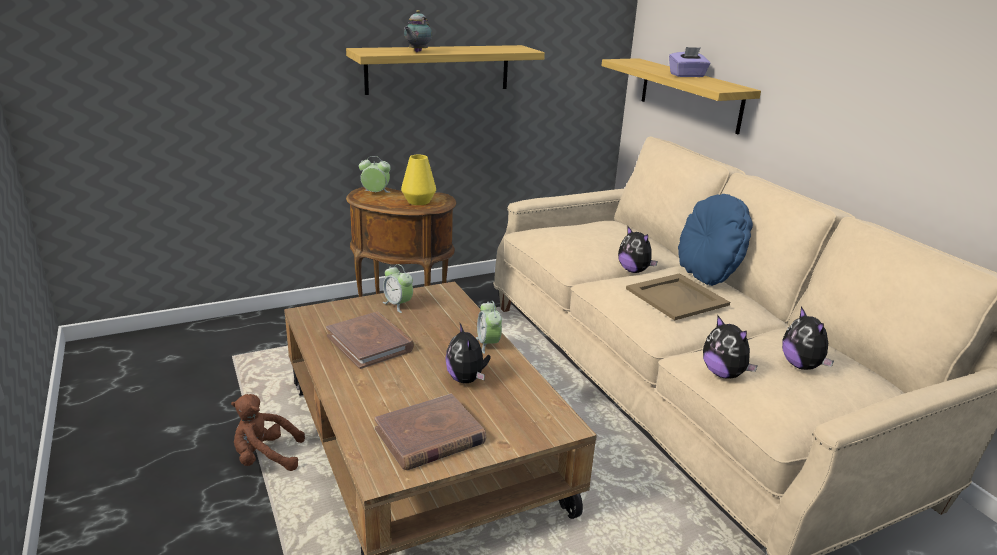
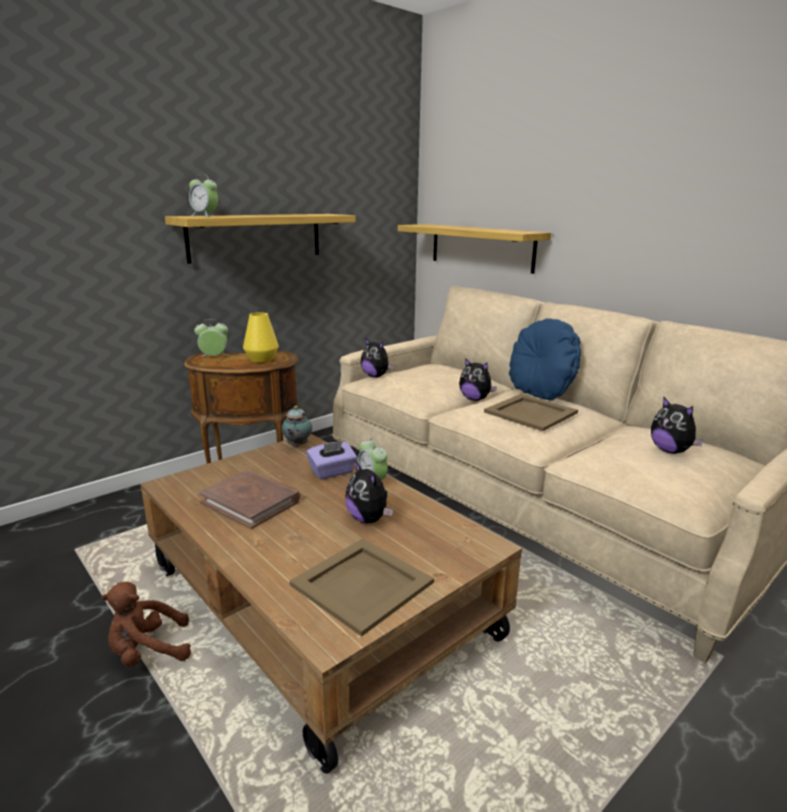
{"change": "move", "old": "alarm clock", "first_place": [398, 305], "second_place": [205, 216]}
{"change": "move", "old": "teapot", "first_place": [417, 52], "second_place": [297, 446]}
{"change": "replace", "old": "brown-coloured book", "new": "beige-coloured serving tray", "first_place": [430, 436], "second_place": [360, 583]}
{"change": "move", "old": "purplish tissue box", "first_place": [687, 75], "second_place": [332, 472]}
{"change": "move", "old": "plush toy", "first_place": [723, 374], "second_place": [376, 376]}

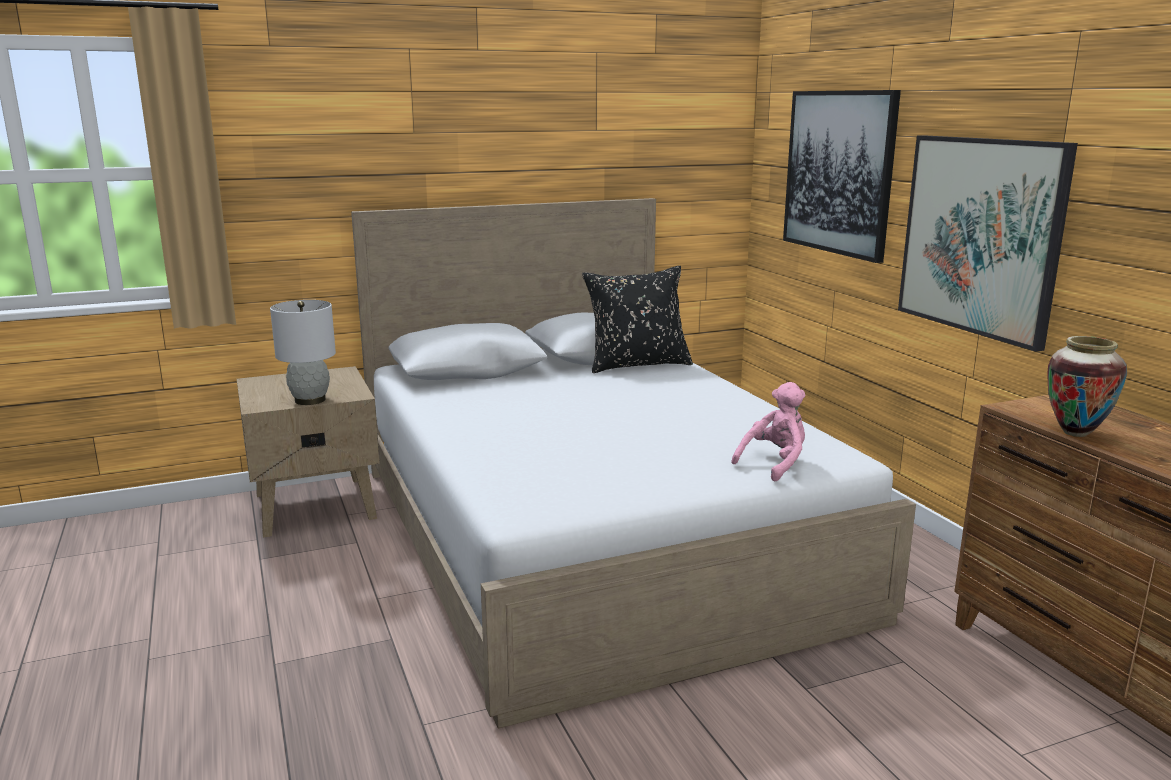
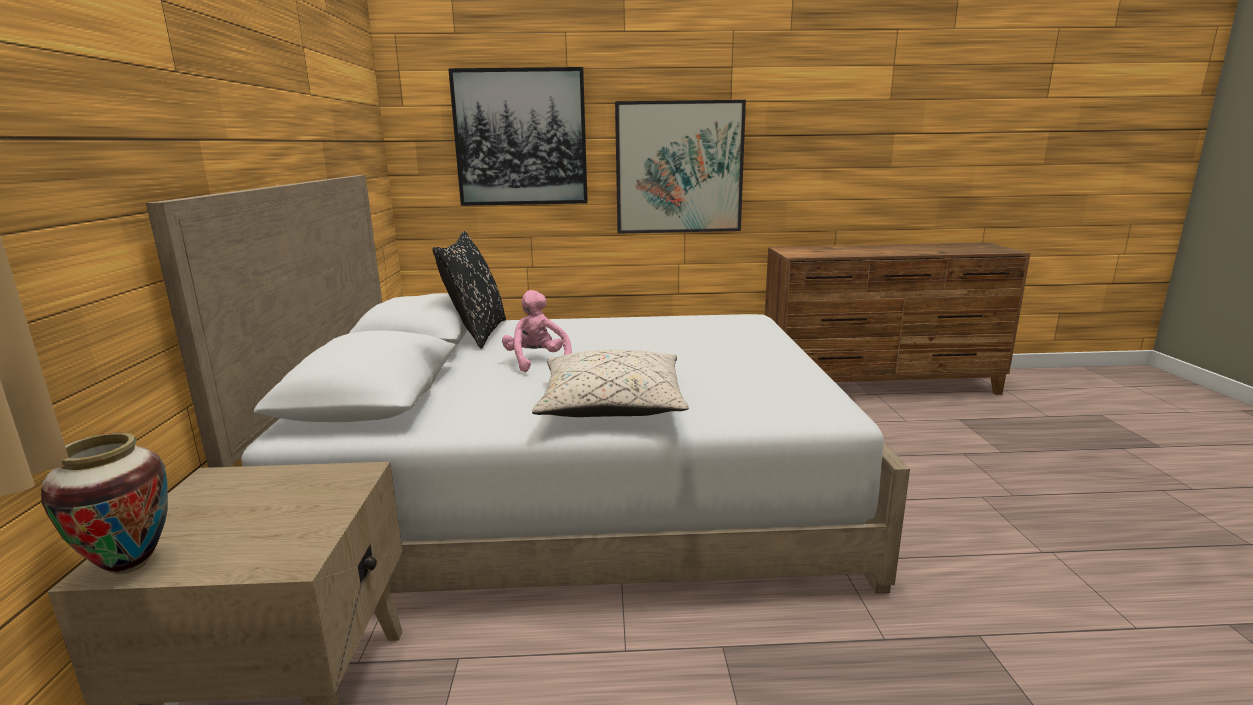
{"change": "move", "old": "flower vase", "first_place": [1075, 433], "second_place": [130, 565]}
{"change": "move", "old": "pink-coloured plush toy", "first_place": [774, 464], "second_place": [537, 362]}
{"change": "insert", "new": "beige-coloured pillow", "second_place": [611, 405]}
{"change": "delete", "old": "whitish table lamp", "first_place": [310, 400]}

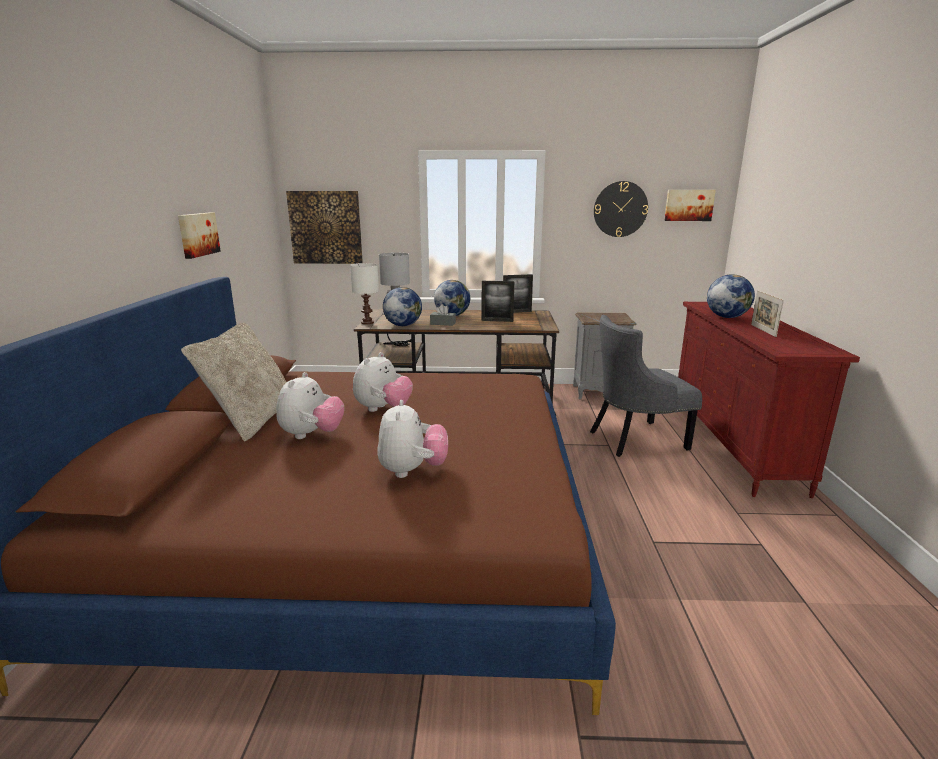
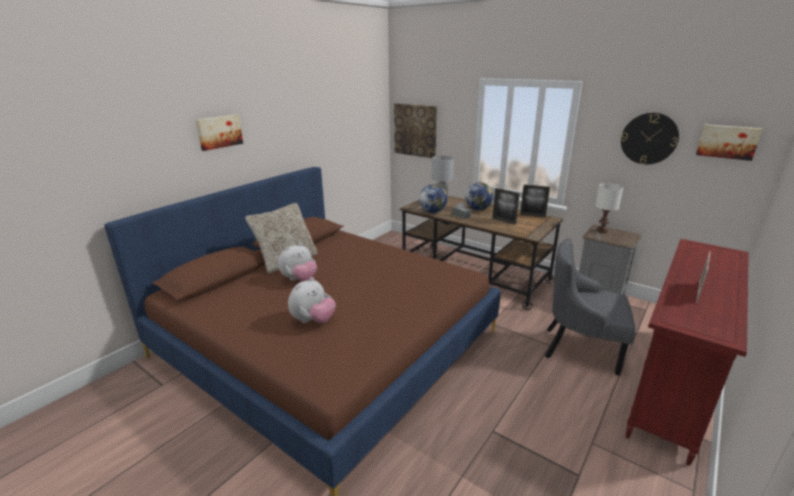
{"change": "move", "old": "wall picture", "first_place": [197, 234], "second_place": [219, 132]}
{"change": "move", "old": "whitish table lamp", "first_place": [367, 322], "second_place": [602, 230]}
{"change": "delete", "old": "plush toy", "first_place": [383, 409]}
{"change": "delete", "old": "desk globe", "first_place": [726, 317]}

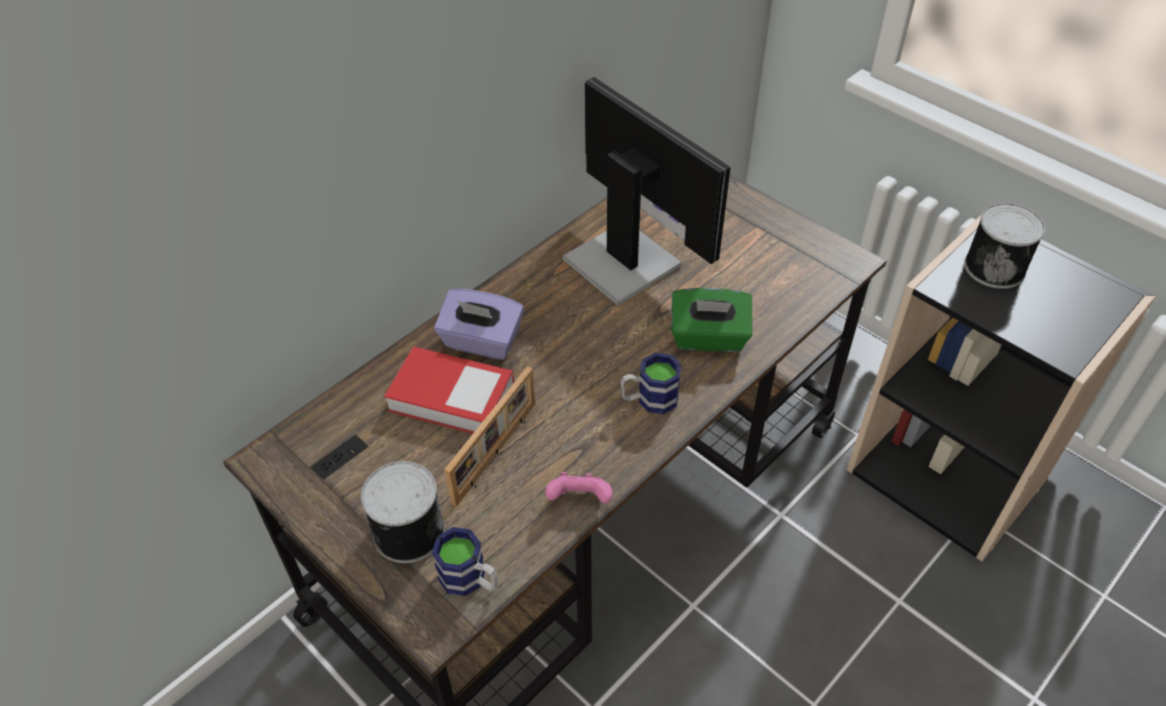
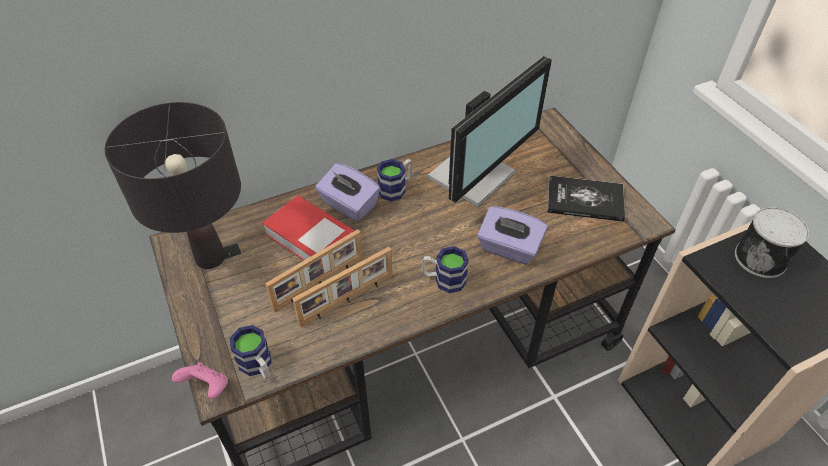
{"change": "insert", "new": "black table lamp", "second_place": [210, 257]}
{"change": "move", "old": "pink-coloured gamepad", "first_place": [579, 500], "second_place": [207, 387]}
{"change": "insert", "new": "photo frame", "second_place": [347, 300]}
{"change": "insert", "new": "mug", "second_place": [396, 188]}
{"change": "rotate", "old": "computer screen", "first_place": [624, 260], "second_place": [475, 176], "degrees": 60}
{"change": "recolor", "old": "greenish tissue box", "new": "purplish tissue box", "first_place": [708, 338], "second_place": [509, 248]}
{"change": "insert", "new": "book", "second_place": [585, 200]}
{"change": "delete", "old": "sealed can", "first_place": [407, 531]}

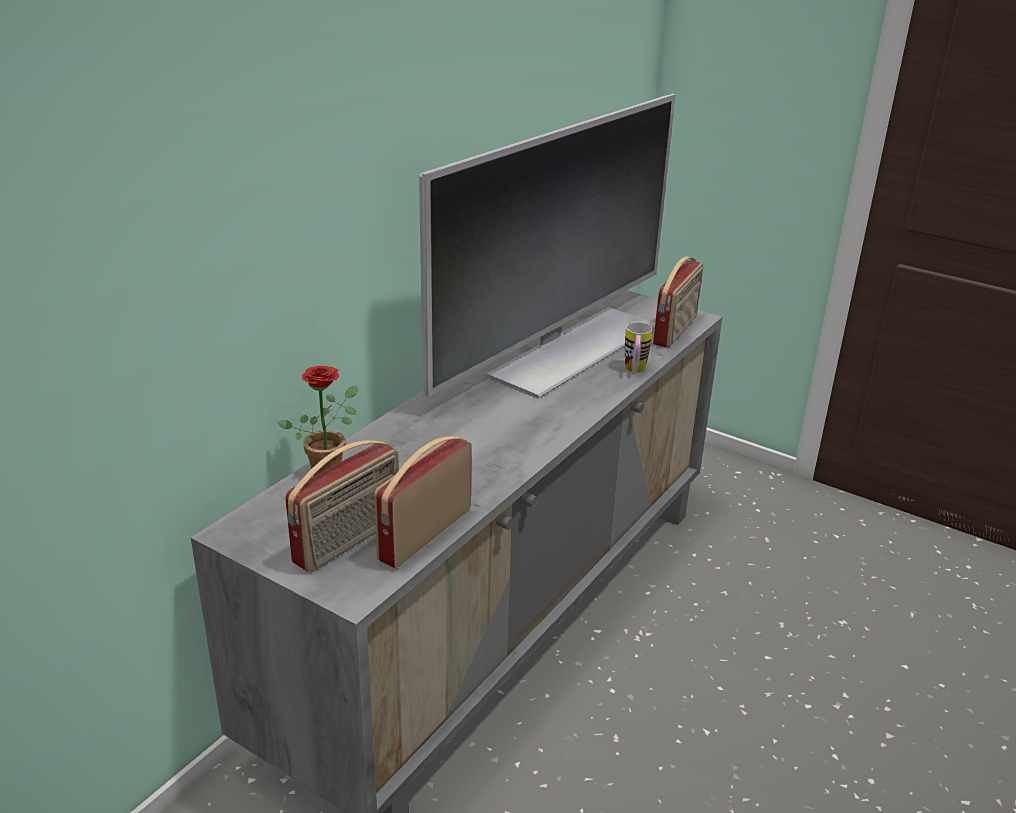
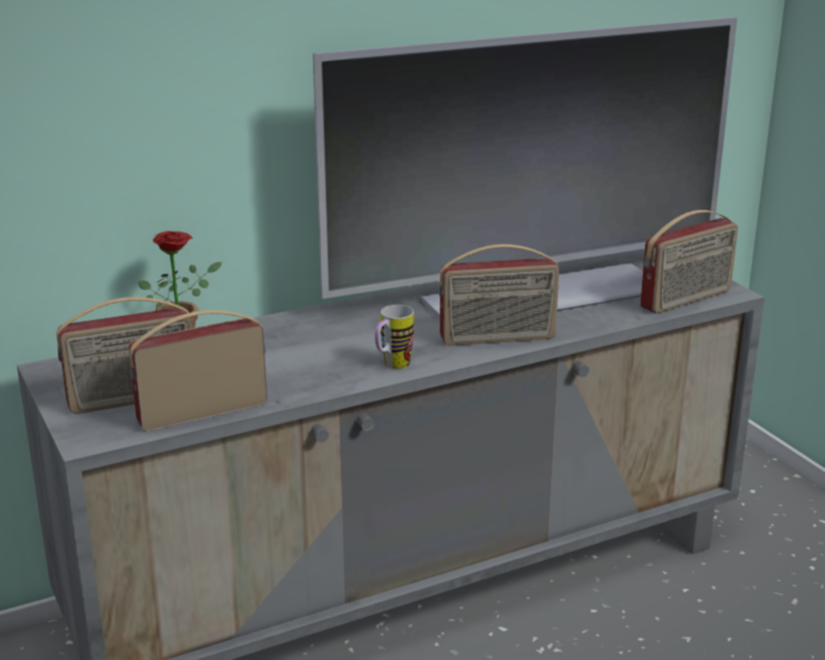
{"change": "move", "old": "mug", "first_place": [634, 371], "second_place": [392, 366]}
{"change": "insert", "new": "radio", "second_place": [498, 338]}

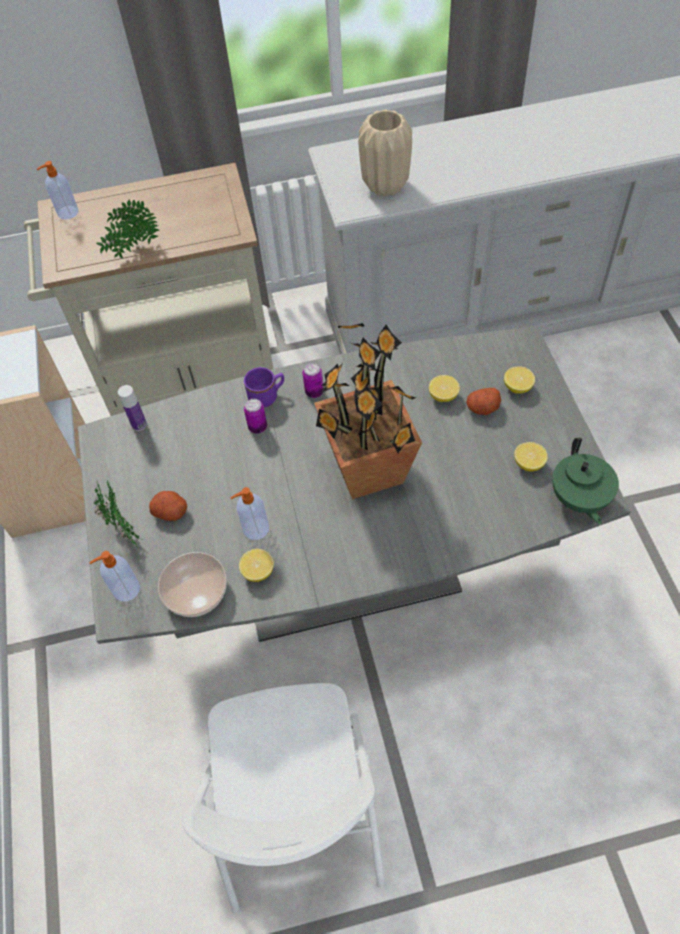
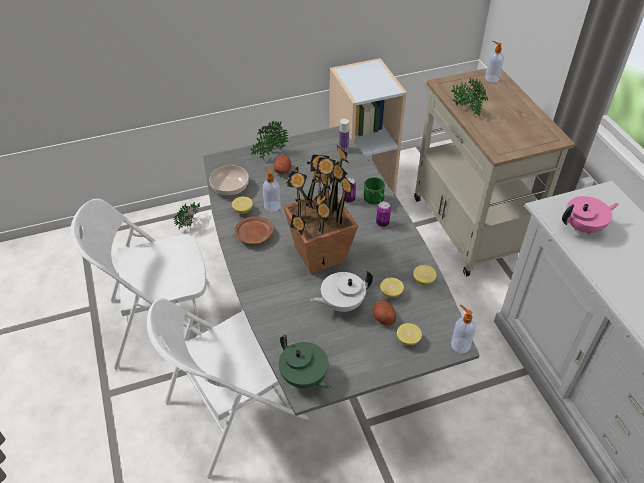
{"change": "insert", "new": "whitish chair", "second_place": [235, 410]}
{"change": "insert", "new": "houseplant", "second_place": [191, 223]}
{"change": "insert", "new": "brown-coloured plate", "second_place": [254, 235]}
{"change": "rotate", "old": "greenish teapot", "first_place": [578, 499], "second_place": [304, 377], "degrees": -120}
{"change": "insert", "new": "whitish teapot", "second_place": [341, 303]}
{"change": "recolor", "old": "purplish mug", "new": "greenish mug", "first_place": [267, 396], "second_place": [375, 201]}
{"change": "move", "old": "citrus fruit", "first_place": [528, 463], "second_place": [423, 280]}
{"change": "move", "old": "soap bottle", "first_place": [125, 589], "second_place": [459, 344]}
{"change": "replace", "old": "beige-coloured flower vase", "new": "pink-coloured teapot", "first_place": [385, 186], "second_place": [583, 227]}

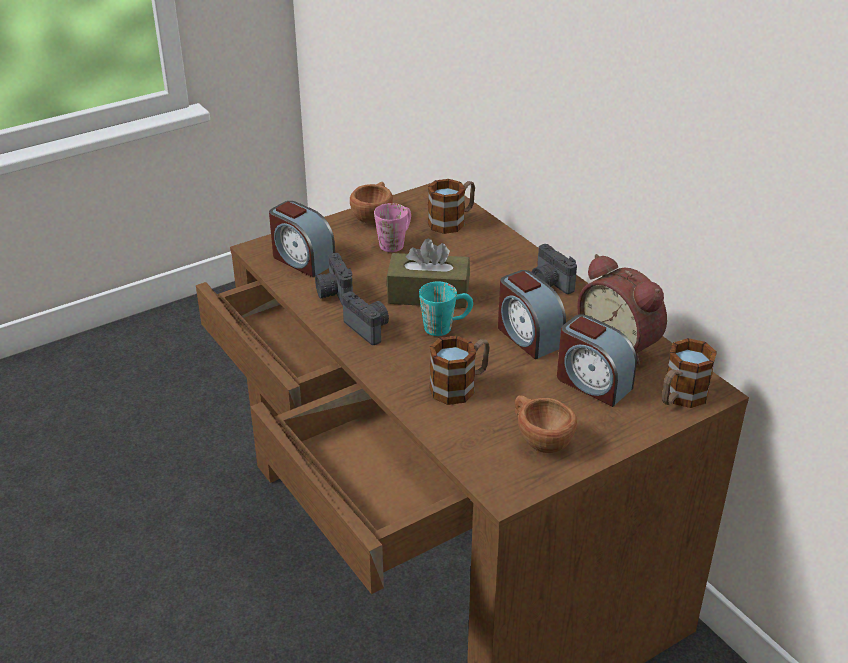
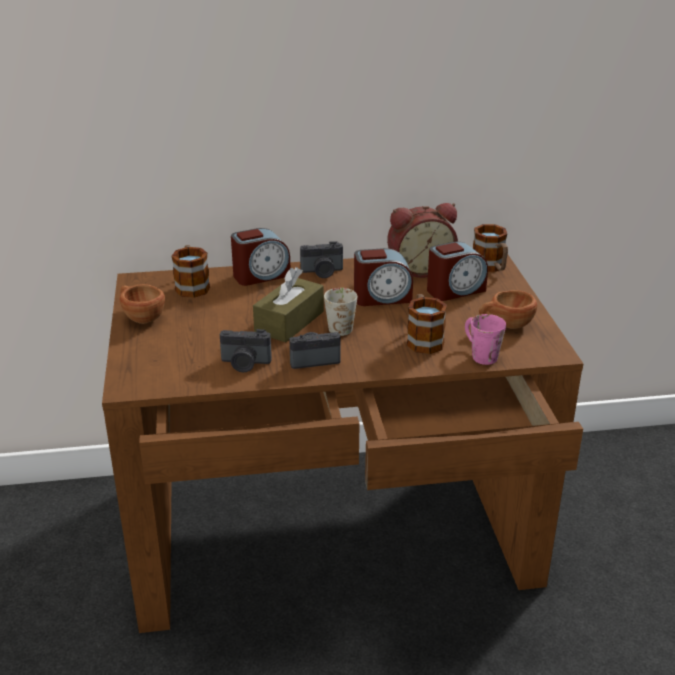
{"change": "move", "old": "alarm clock", "first_place": [302, 260], "second_place": [261, 275]}
{"change": "recolor", "old": "turquoise-coloured mug", "new": "whitish mug", "first_place": [446, 326], "second_place": [341, 325]}
{"change": "move", "old": "pink-coloured mug", "first_place": [396, 242], "second_place": [479, 354]}

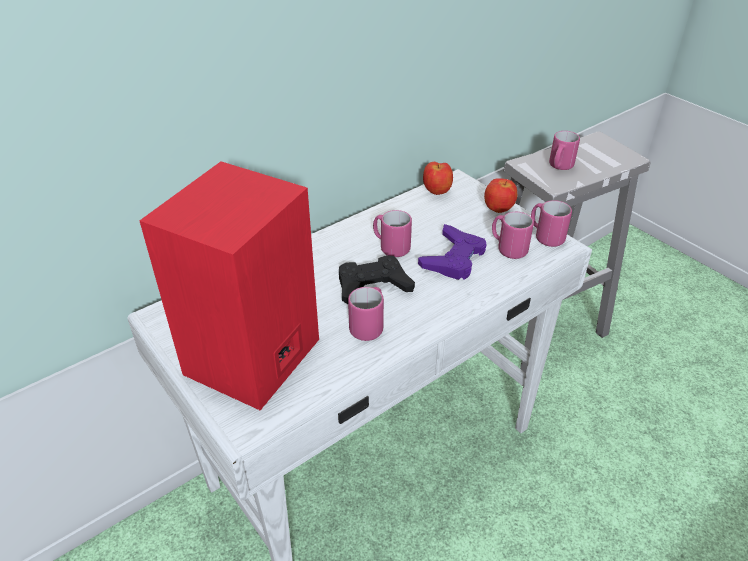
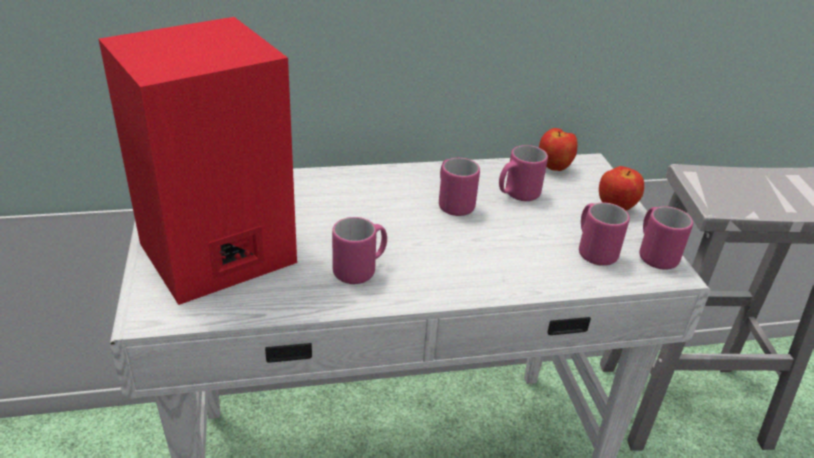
{"change": "move", "old": "pink-coloured mug", "first_place": [559, 167], "second_place": [517, 195]}
{"change": "delete", "old": "black gamepad", "first_place": [373, 285]}
{"change": "delete", "old": "purplish gamepad", "first_place": [453, 258]}

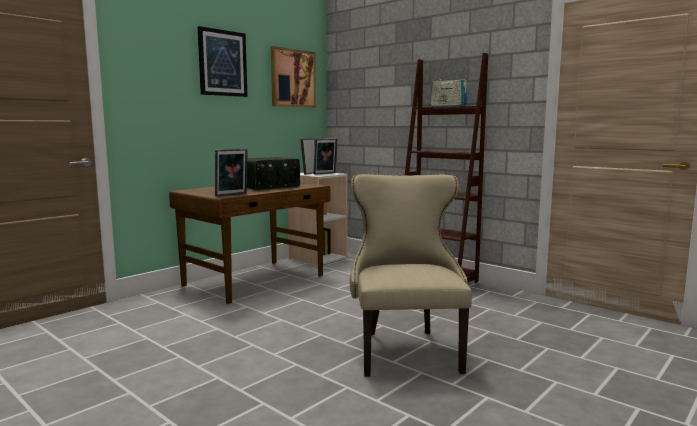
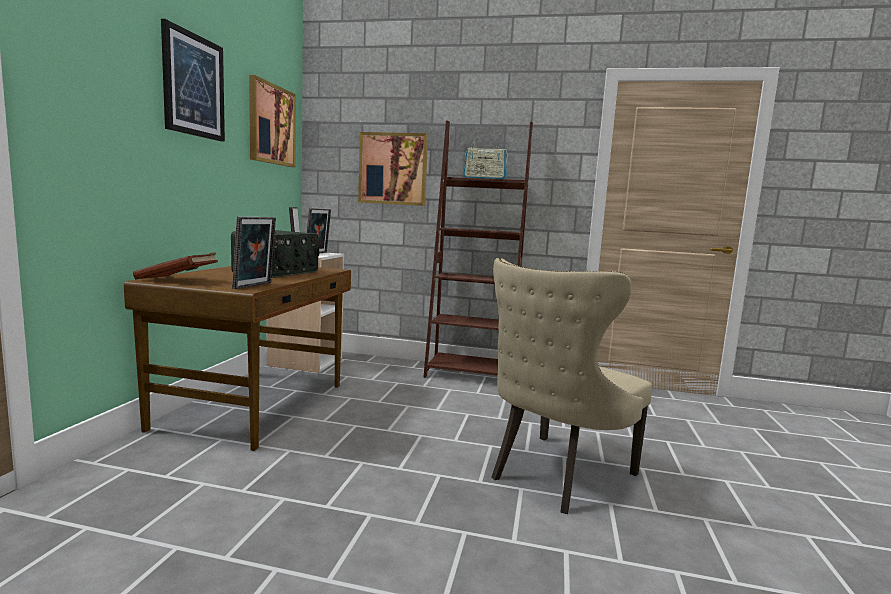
{"change": "insert", "new": "brown-coloured book", "second_place": [178, 280]}
{"change": "insert", "new": "wall picture", "second_place": [393, 169]}
{"change": "rotate", "old": "beige-coloured chair", "first_place": [405, 350], "second_place": [556, 475], "degrees": -105}

